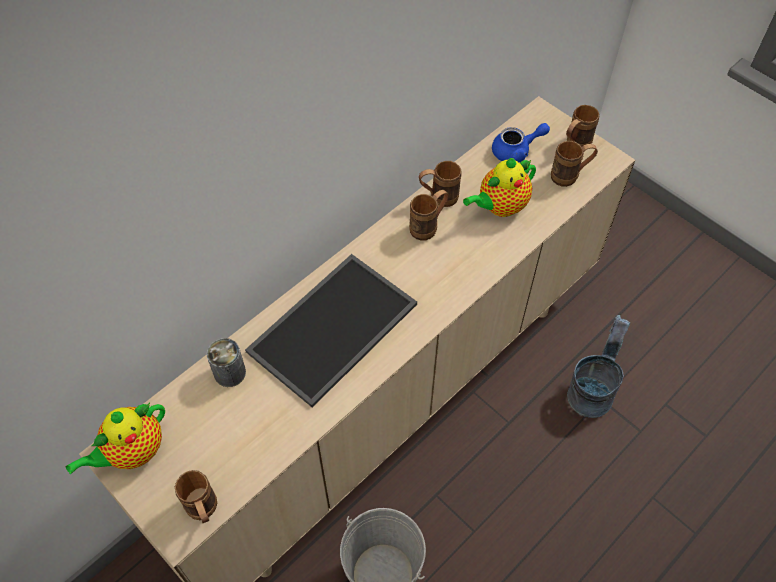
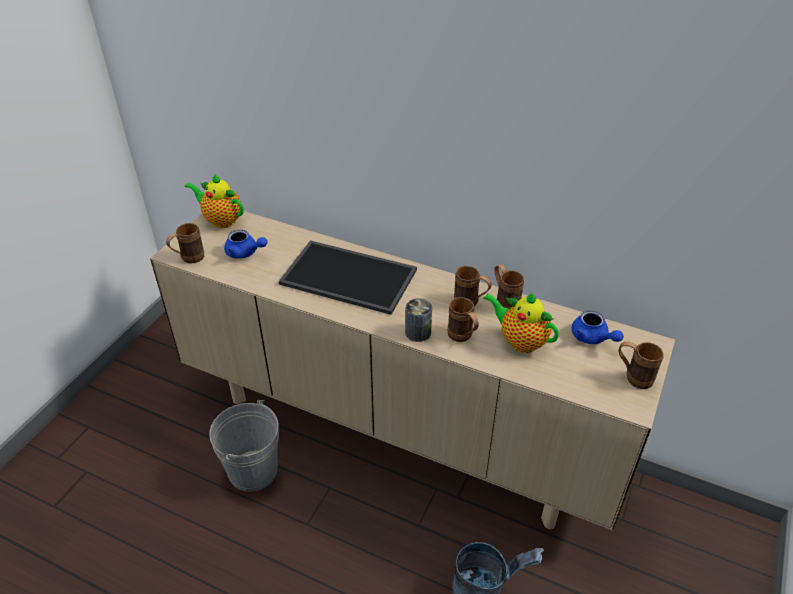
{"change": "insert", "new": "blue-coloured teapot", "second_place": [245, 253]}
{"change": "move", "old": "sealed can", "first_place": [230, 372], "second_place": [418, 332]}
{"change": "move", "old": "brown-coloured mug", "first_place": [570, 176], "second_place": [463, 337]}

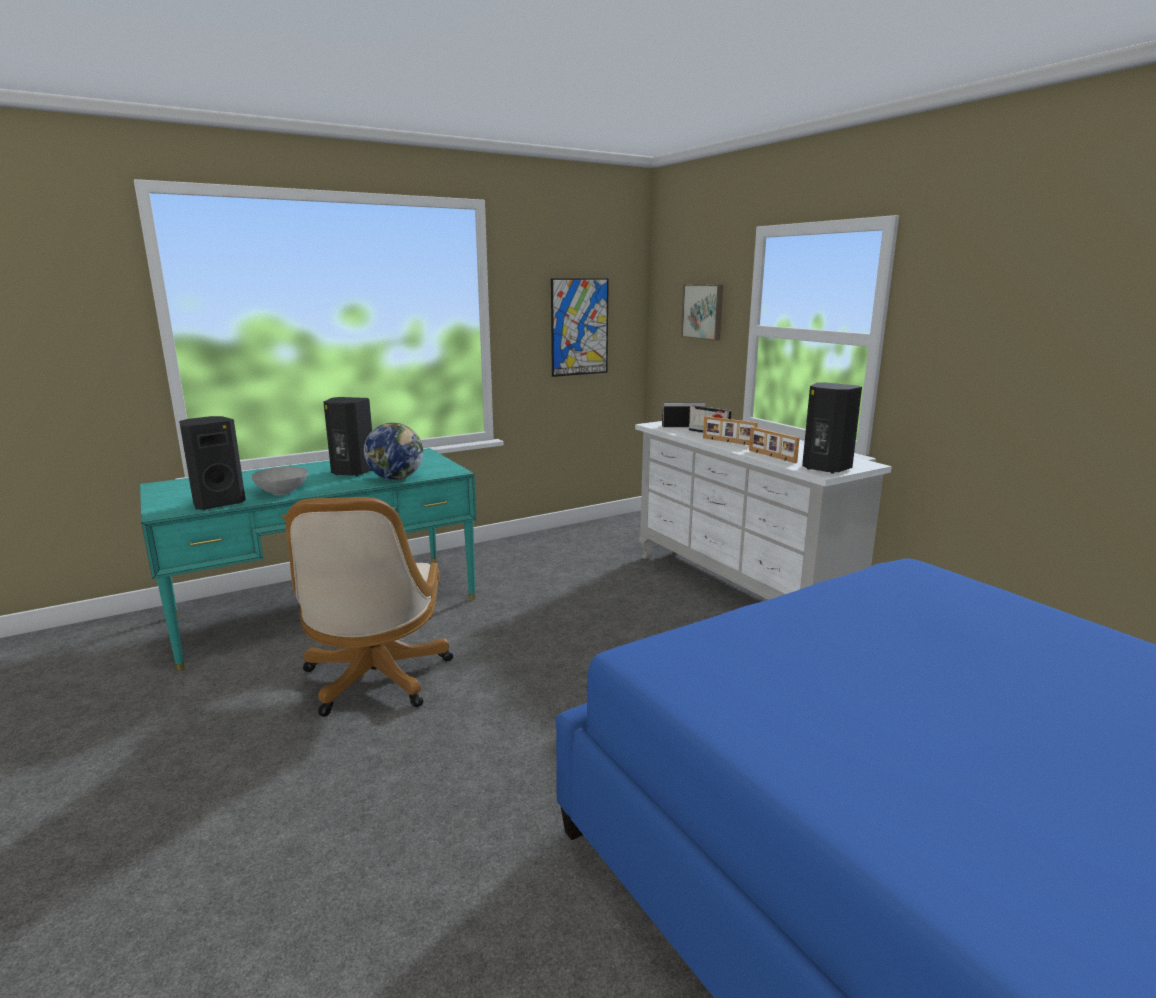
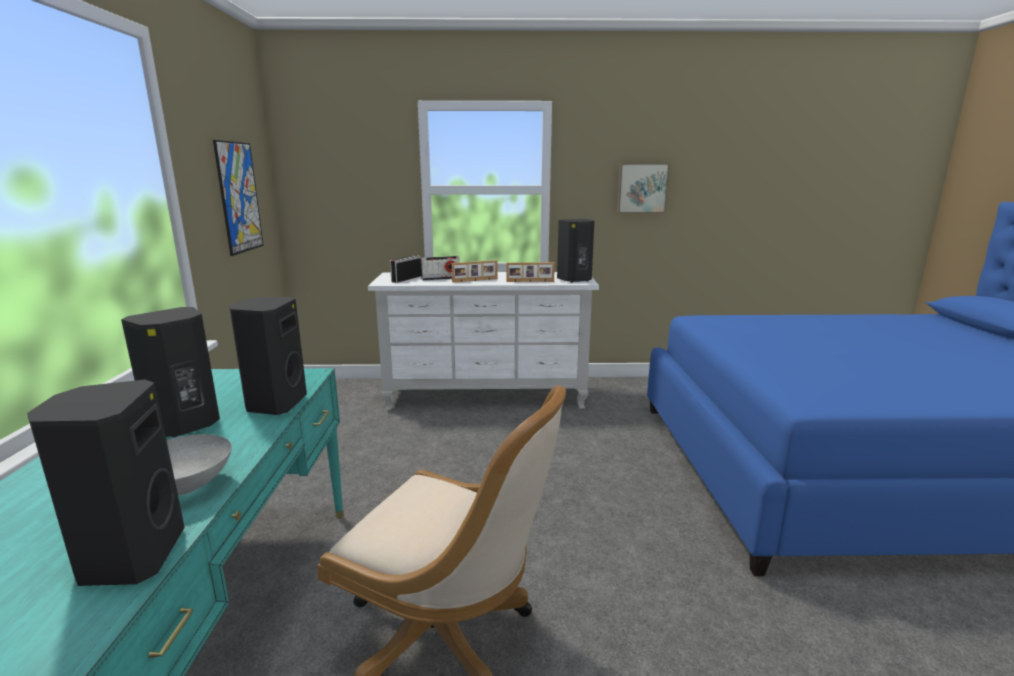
{"change": "replace", "old": "desk globe", "new": "black loudspeaker", "first_place": [396, 478], "second_place": [275, 404]}
{"change": "move", "old": "wall picture", "first_place": [703, 311], "second_place": [642, 188]}

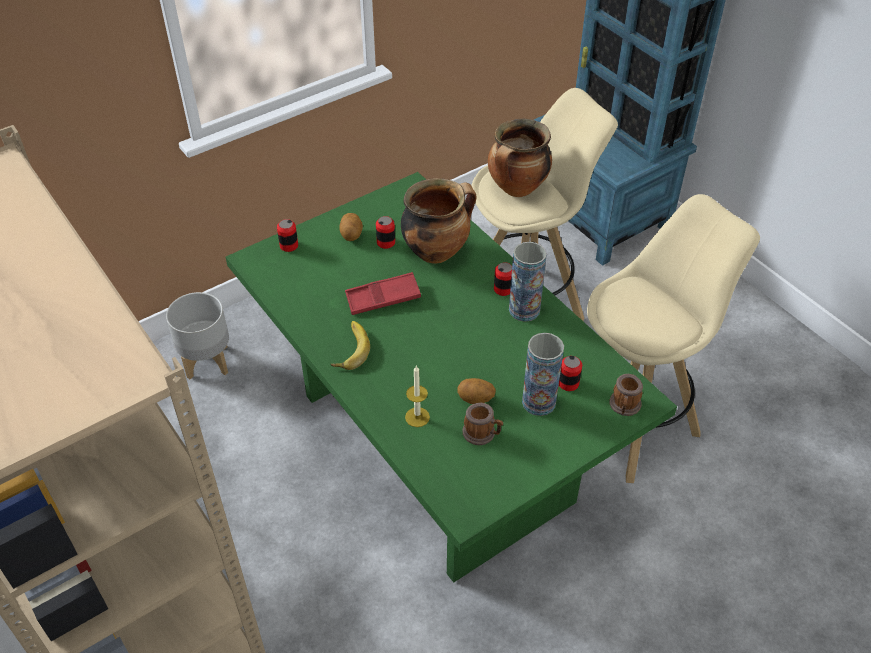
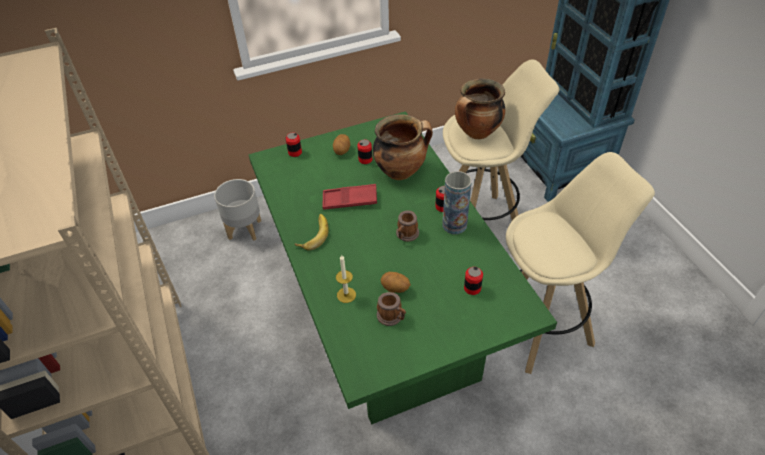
{"change": "move", "old": "mug", "first_place": [624, 406], "second_place": [406, 235]}
{"change": "delete", "old": "flower vase", "first_place": [539, 402]}

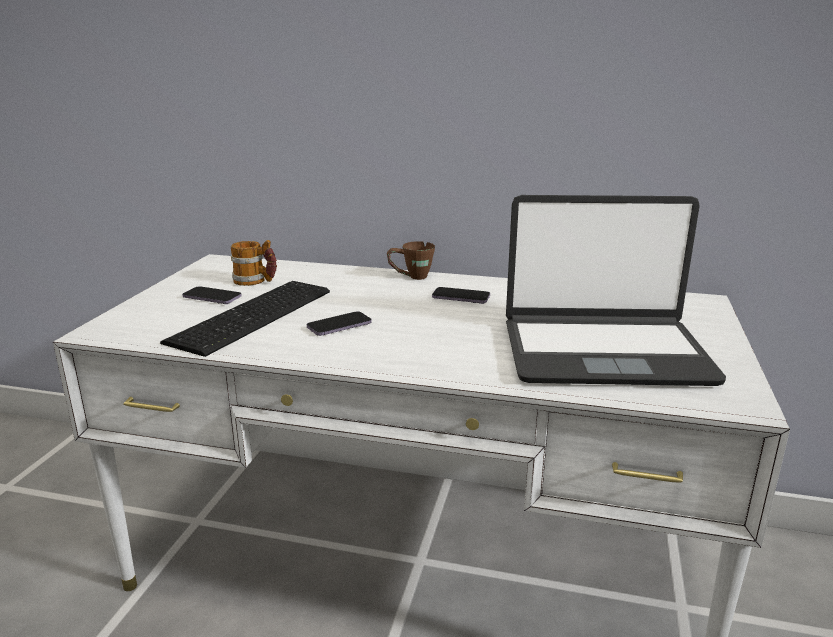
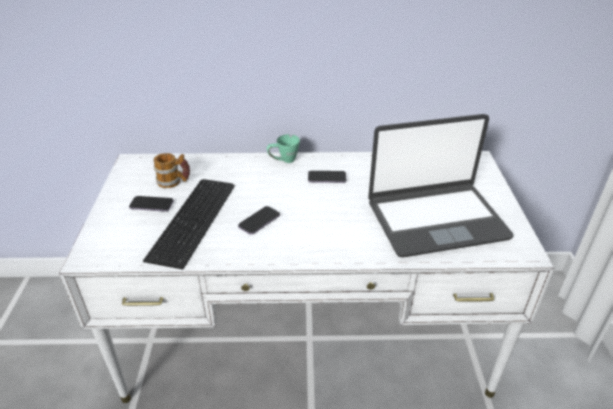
{"change": "recolor", "old": "brown-coloured mug", "new": "greenish mug", "first_place": [410, 277], "second_place": [283, 161]}

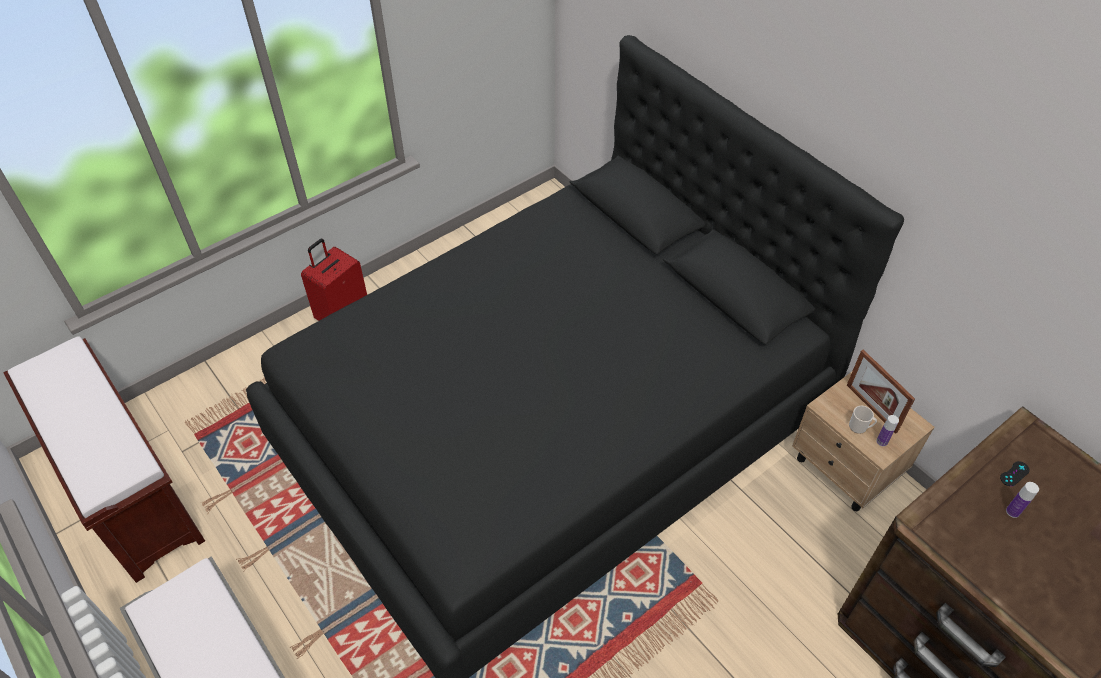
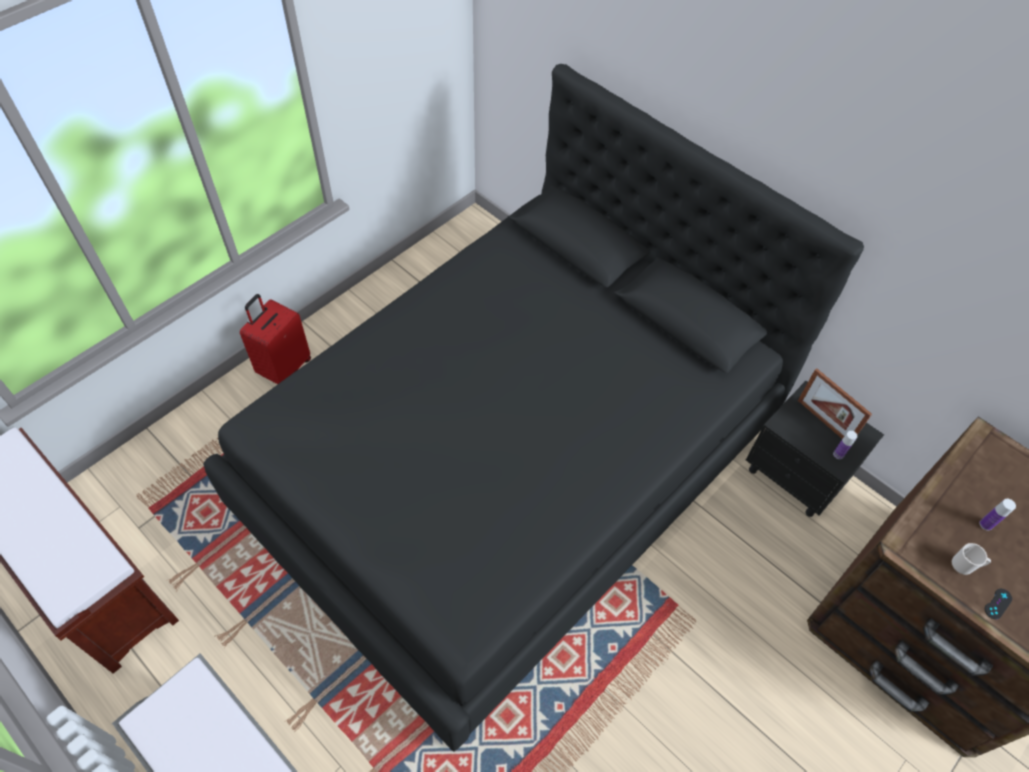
{"change": "recolor", "old": "beige-coloured night table", "new": "black night table", "first_place": [846, 469], "second_place": [795, 476]}
{"change": "move", "old": "mug", "first_place": [860, 427], "second_place": [964, 566]}
{"change": "move", "old": "black gamepad", "first_place": [1014, 474], "second_place": [998, 604]}

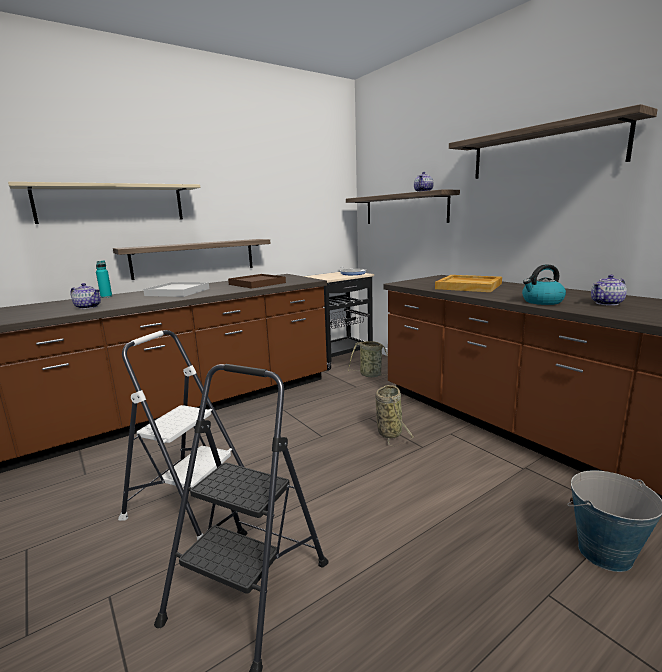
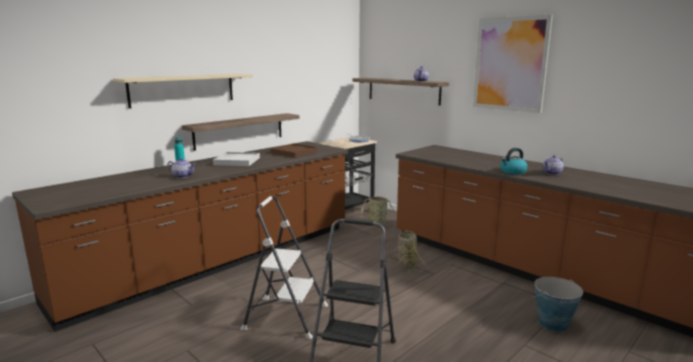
{"change": "replace", "old": "wall shelf", "new": "wall picture", "first_place": [543, 151], "second_place": [510, 64]}
{"change": "delete", "old": "beige-coloured serving tray", "first_place": [469, 286]}

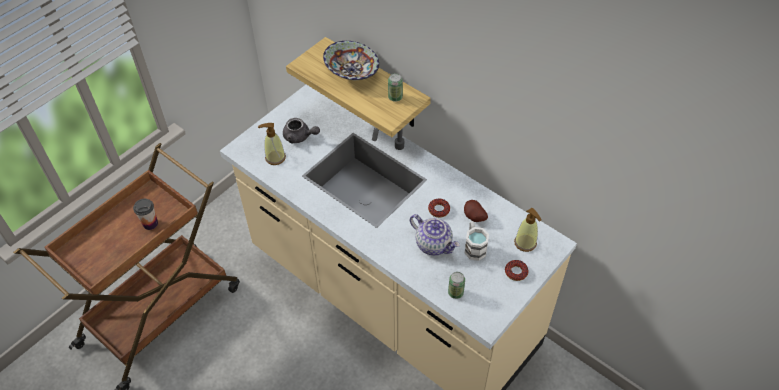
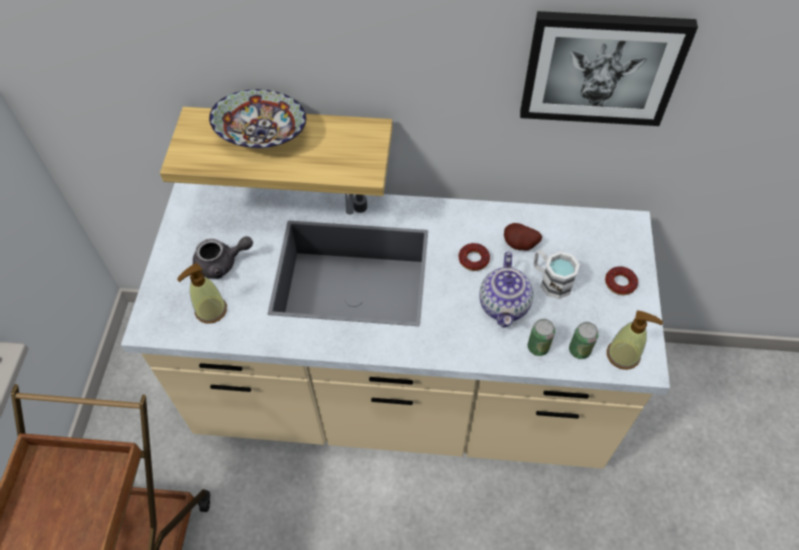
{"change": "rotate", "old": "teapot", "first_place": [434, 244], "second_place": [505, 305], "degrees": 90}
{"change": "insert", "new": "wall picture", "second_place": [601, 68]}
{"change": "move", "old": "sealed can", "first_place": [395, 97], "second_place": [538, 347]}
{"change": "move", "old": "soap bottle", "first_place": [525, 243], "second_place": [623, 355]}
{"change": "delete", "old": "drinking cup", "first_place": [150, 224]}

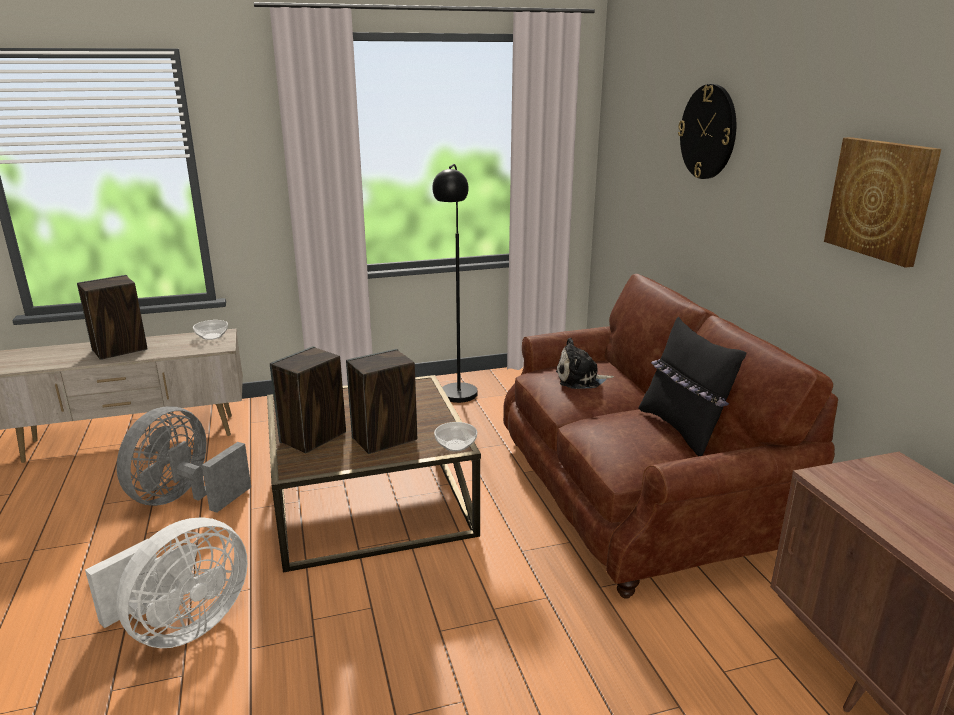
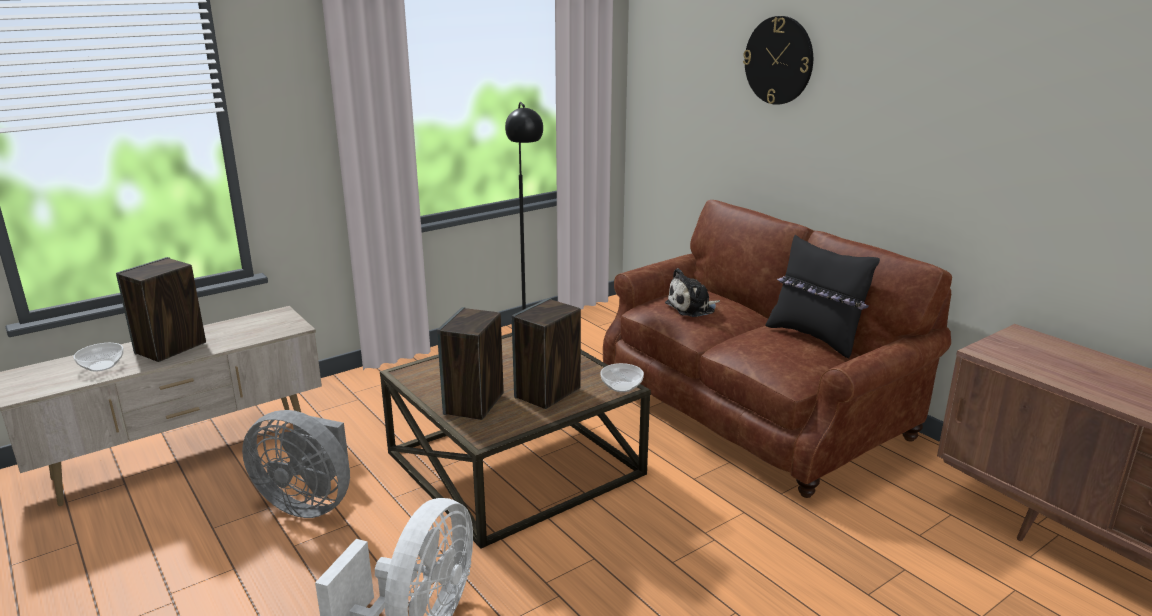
{"change": "move", "old": "deep dish", "first_place": [212, 336], "second_place": [102, 366]}
{"change": "rotate", "old": "greyish fan", "first_place": [184, 499], "second_place": [309, 503], "degrees": -75}
{"change": "delete", "old": "wall picture", "first_place": [881, 199]}

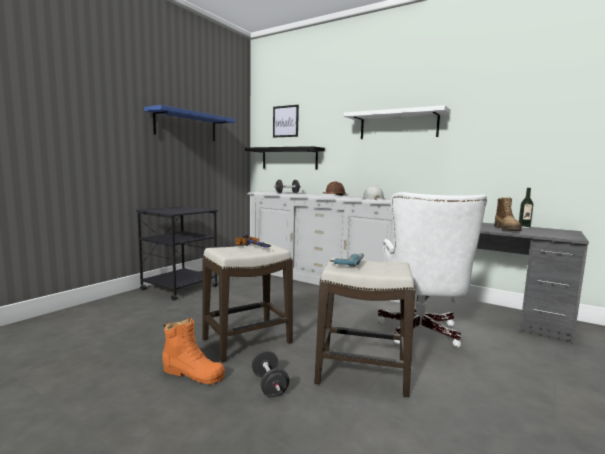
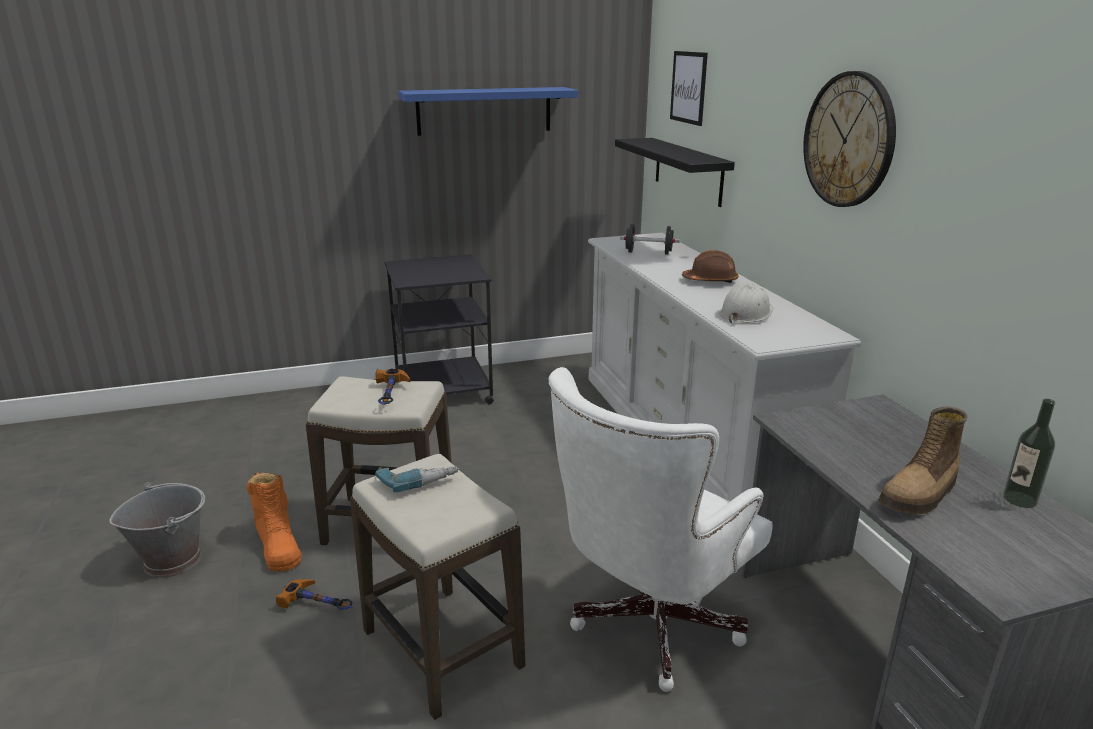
{"change": "insert", "new": "greyish water bucket", "second_place": [173, 560]}
{"change": "replace", "old": "black free weight", "new": "hammer", "first_place": [269, 385], "second_place": [320, 605]}
{"change": "replace", "old": "whitish wall shelf", "new": "clock on the wall", "first_place": [398, 125], "second_place": [849, 140]}

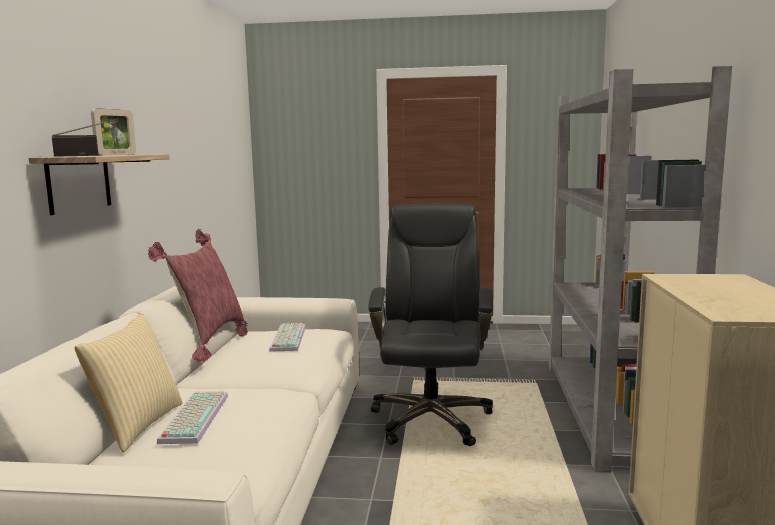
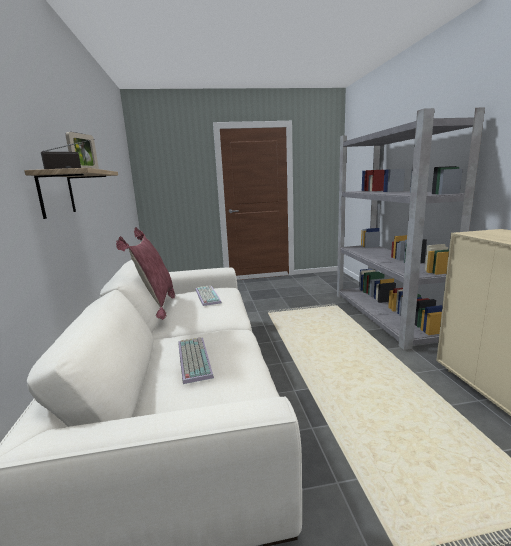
{"change": "delete", "old": "pillow", "first_place": [137, 425]}
{"change": "delete", "old": "black desk chair", "first_place": [431, 422]}

